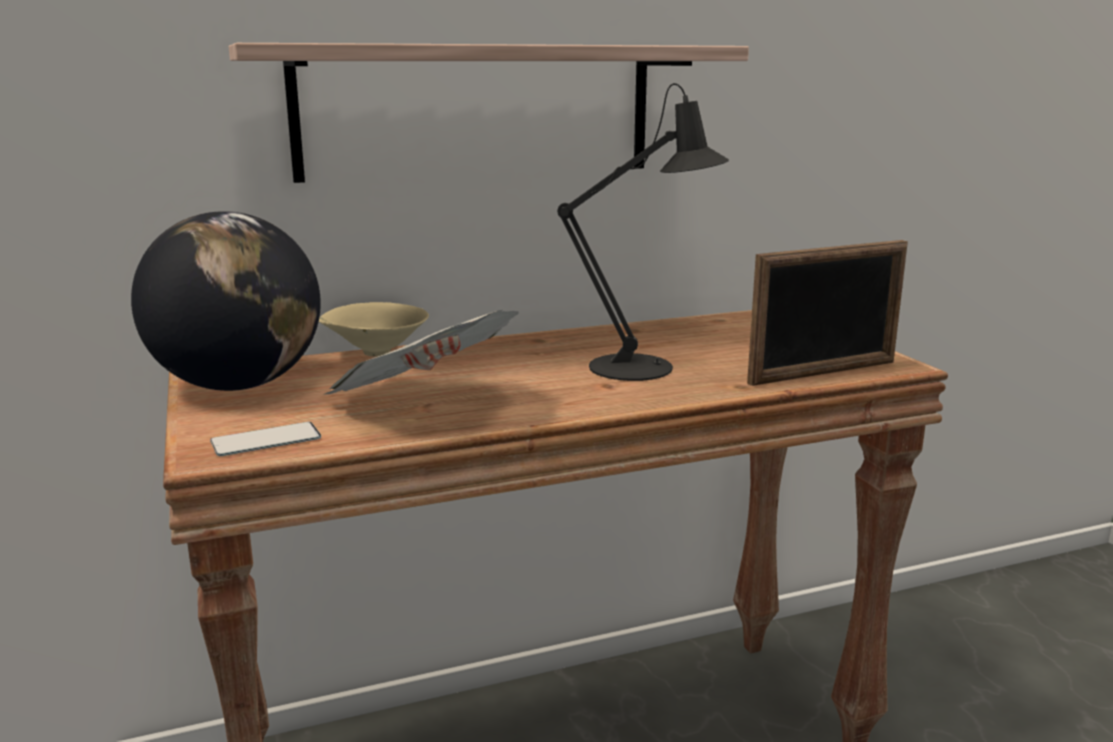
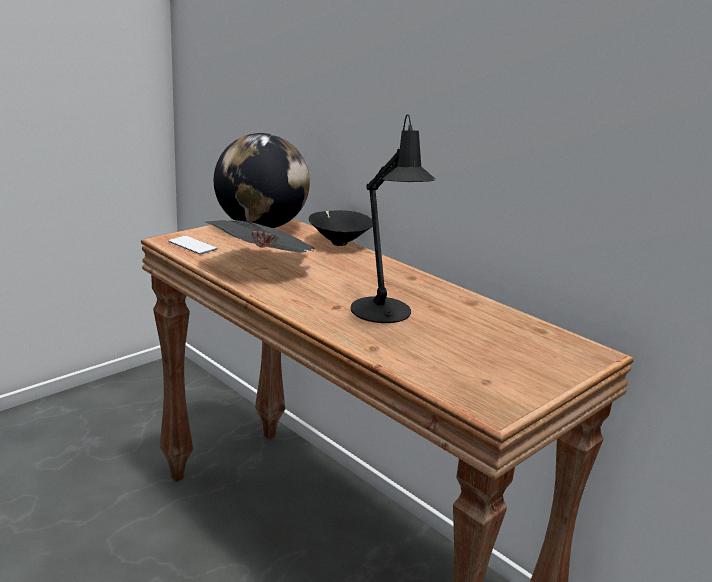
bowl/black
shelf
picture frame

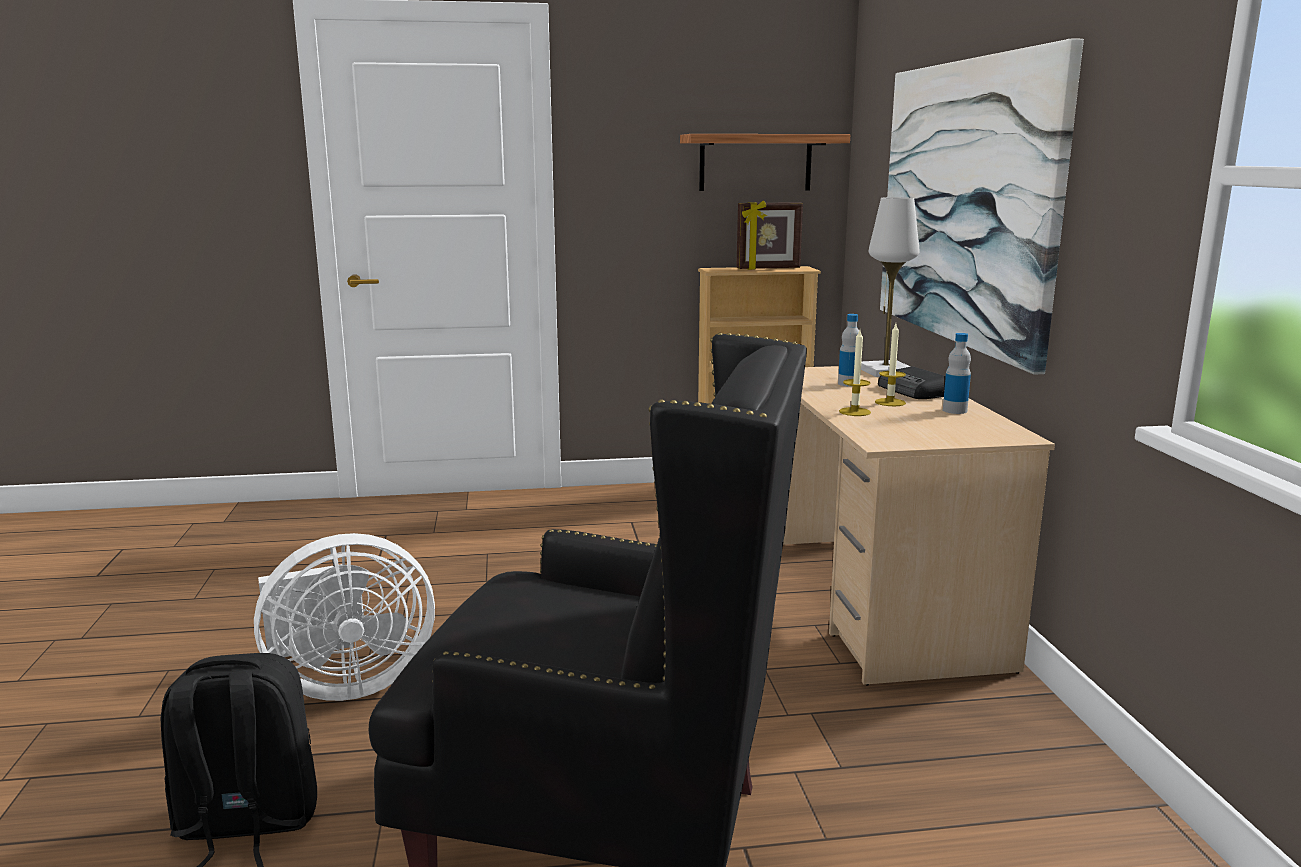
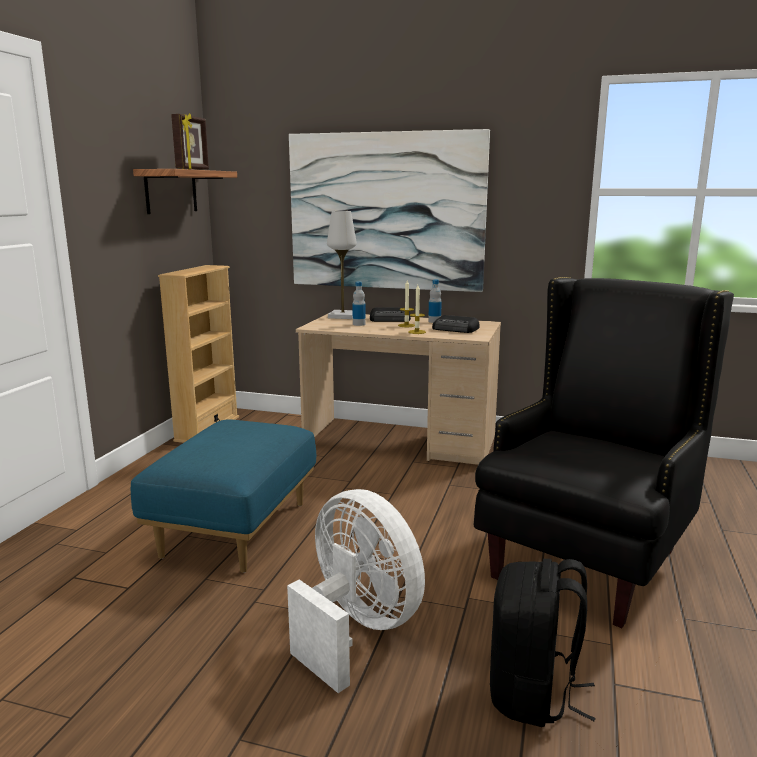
ottoman/blue
picture frame
fan/white
radio (no. 2 from left)

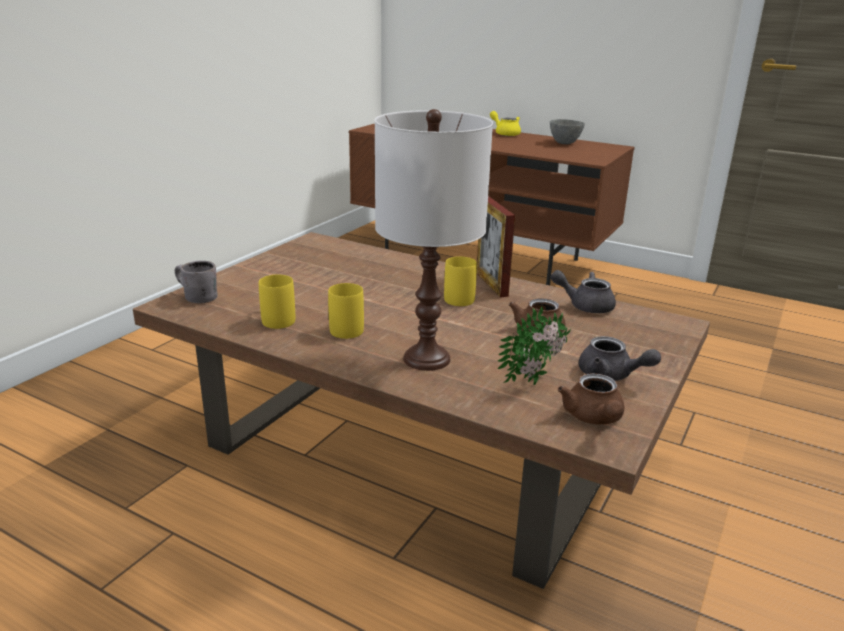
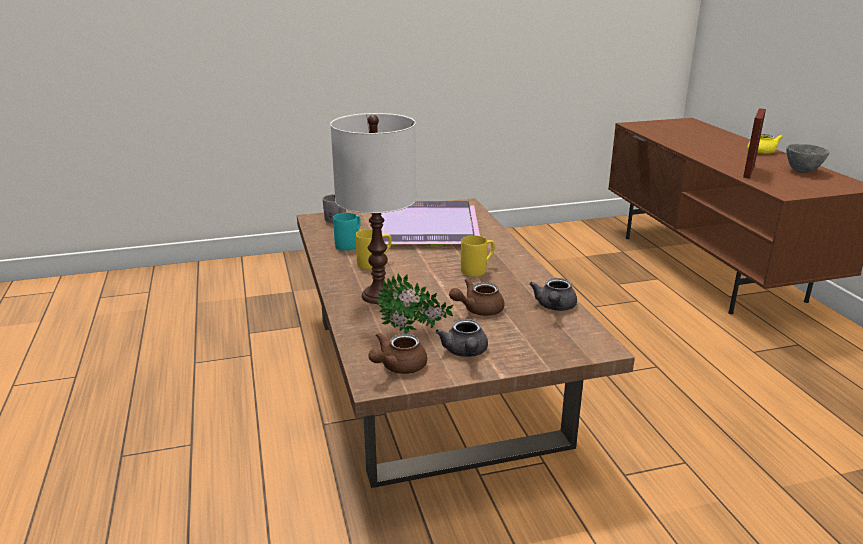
mug/turquoise
tray/purple
teapot/grey (no. 2 from left)
picture frame

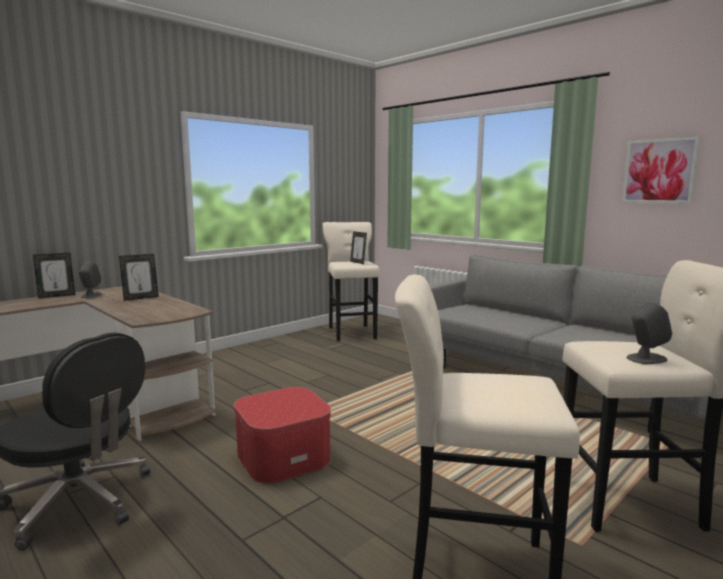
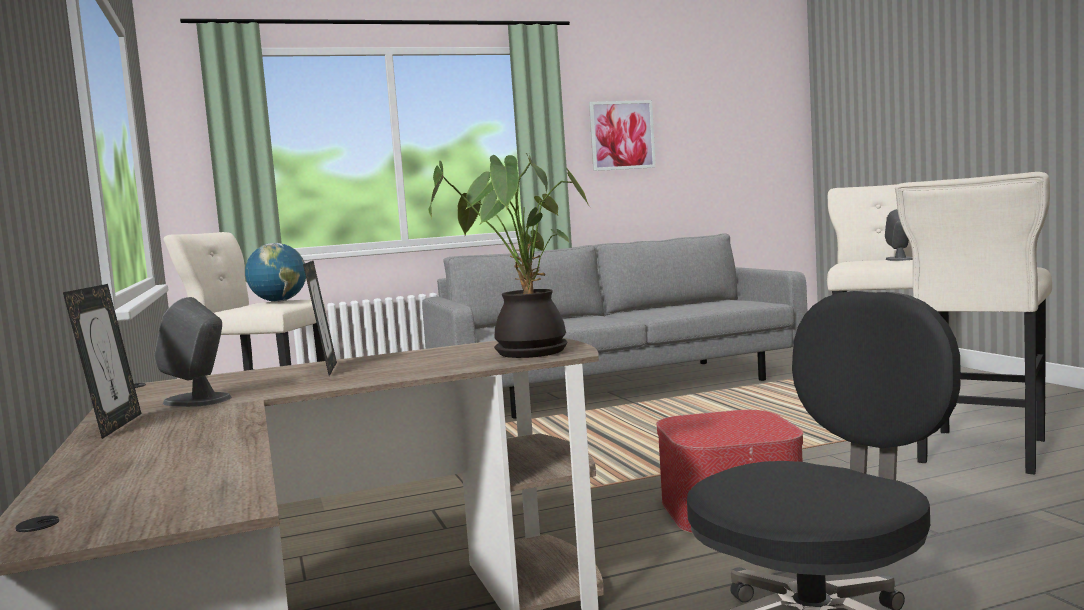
globe
potted plant

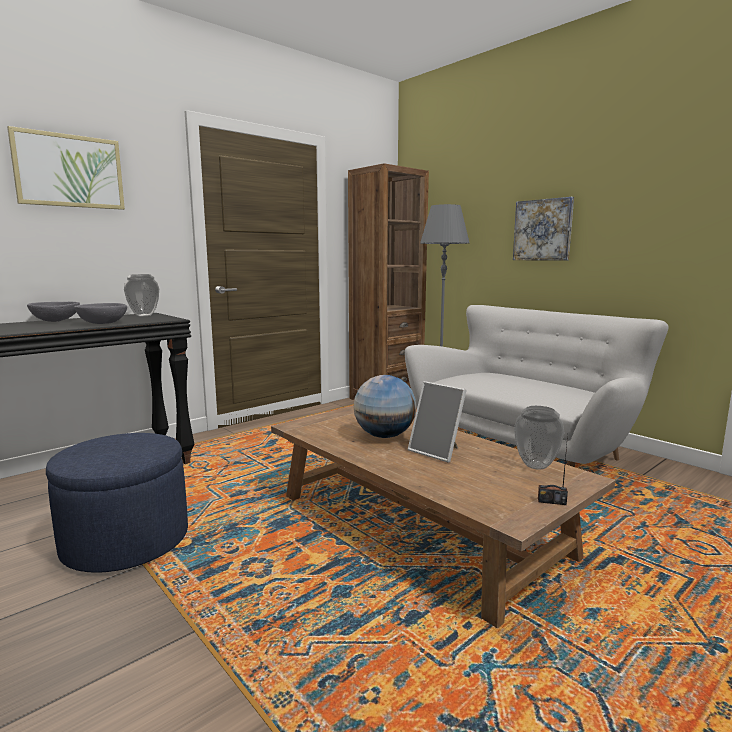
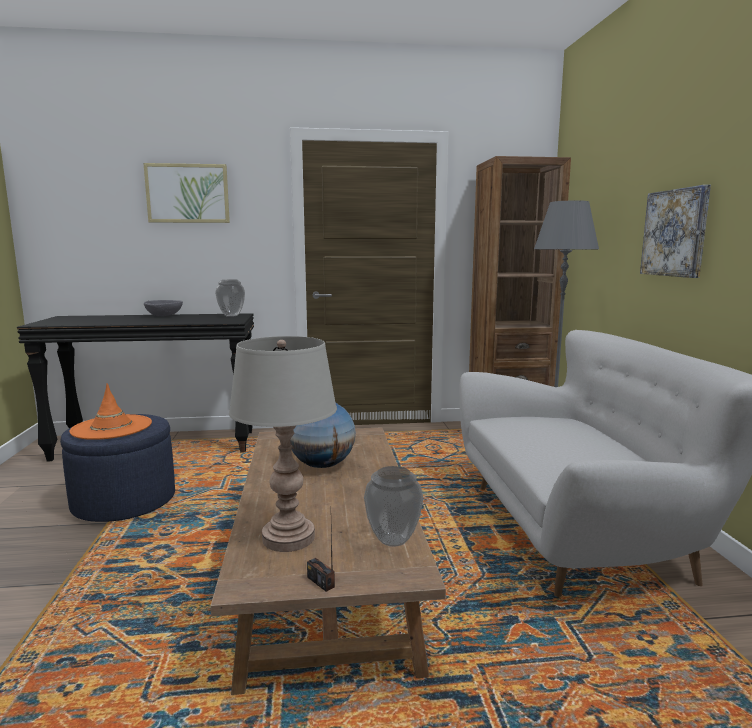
hat/orange
table lamp/grey
bowl/grey (no. 2 from left in the first image)
picture frame

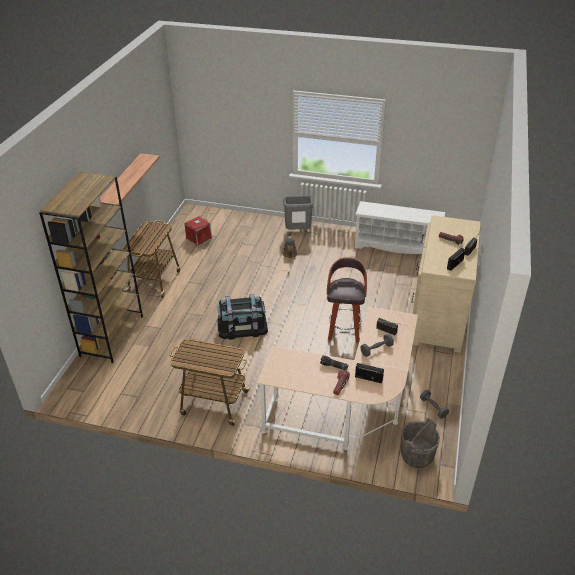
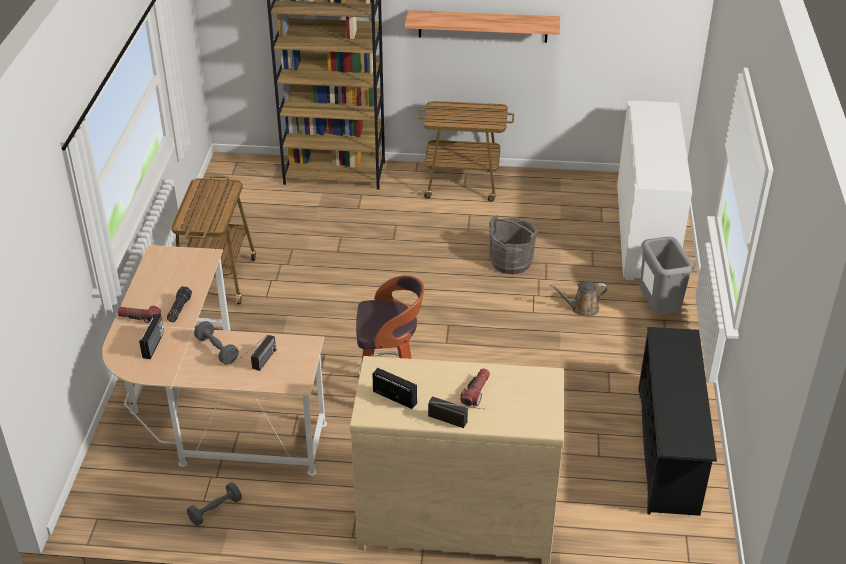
bucket/grey
cabinet/white
shoe rack/black
storage box/red
storage box/black

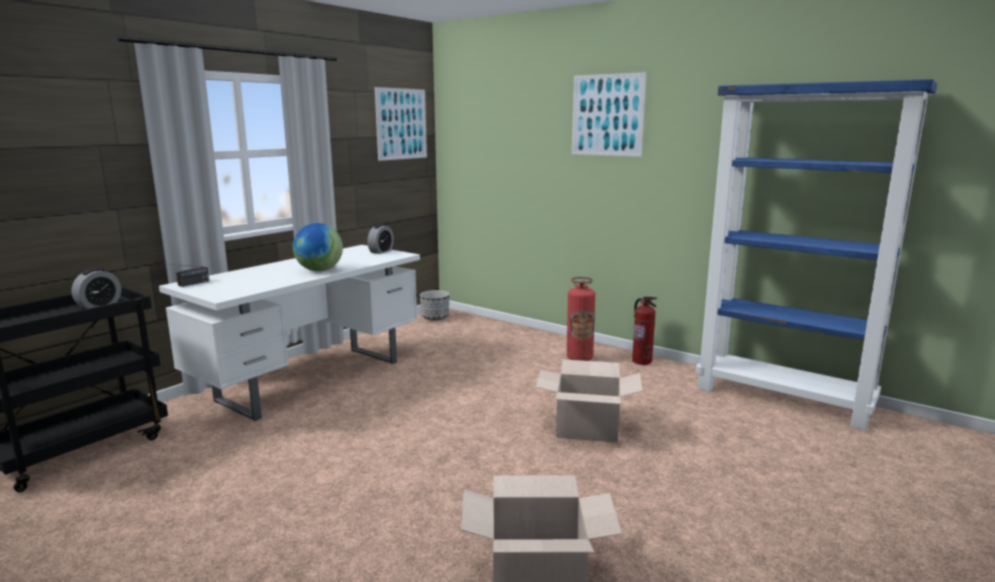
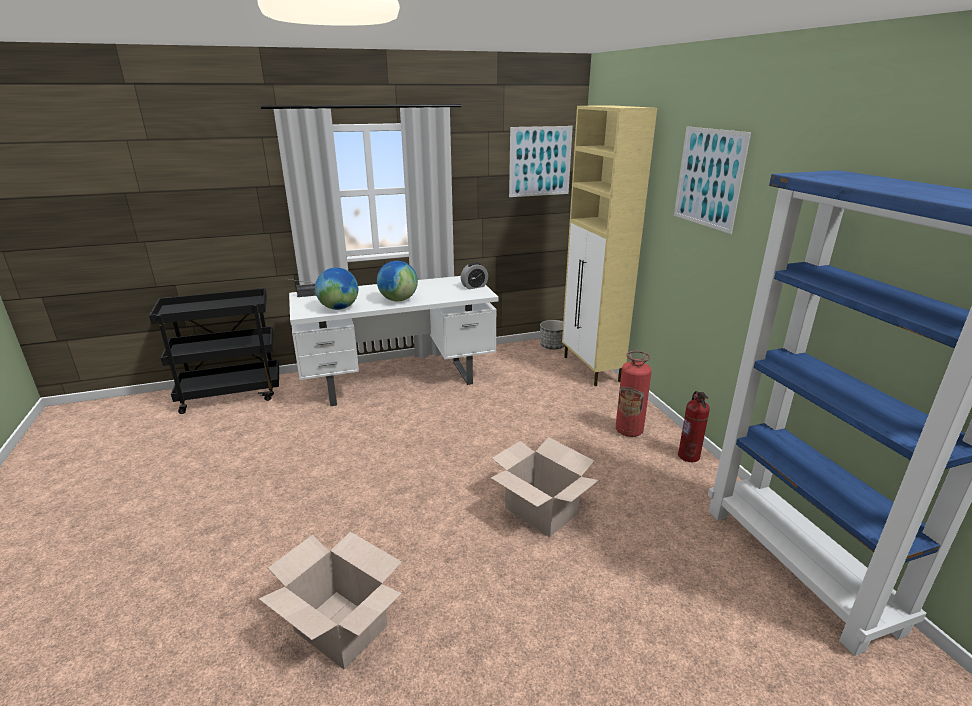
globe (no. 1 from left)
cabinet/beige
alarm clock (no. 1 from left in the first image)

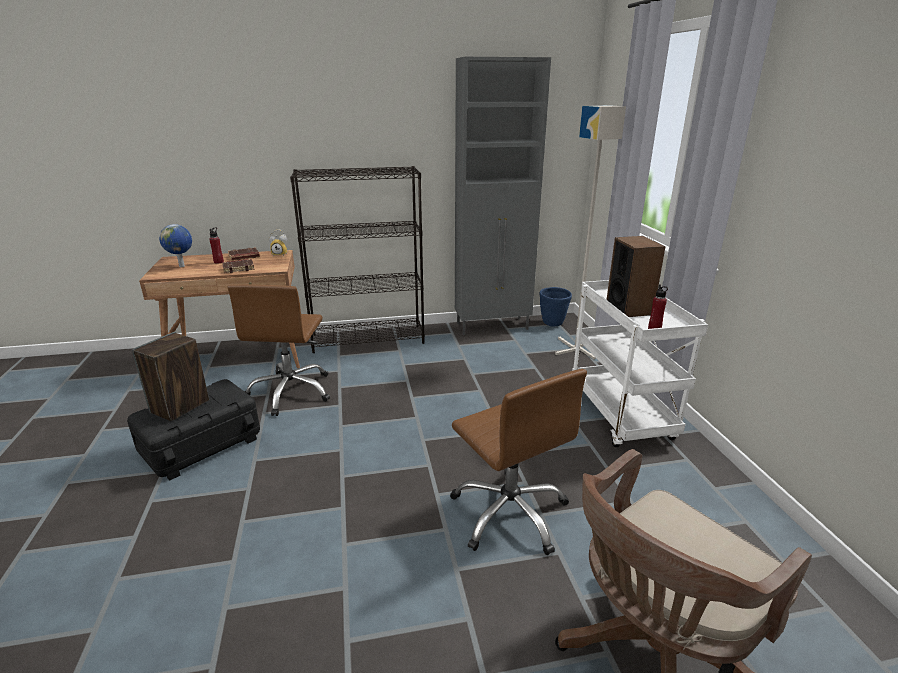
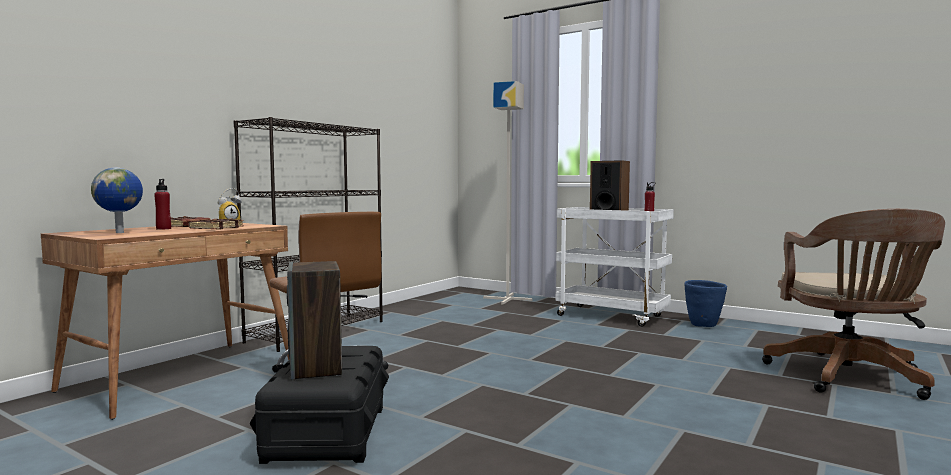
planter/blue
office chair/brown (no. 2 from left in the first image)
cabinet/grey

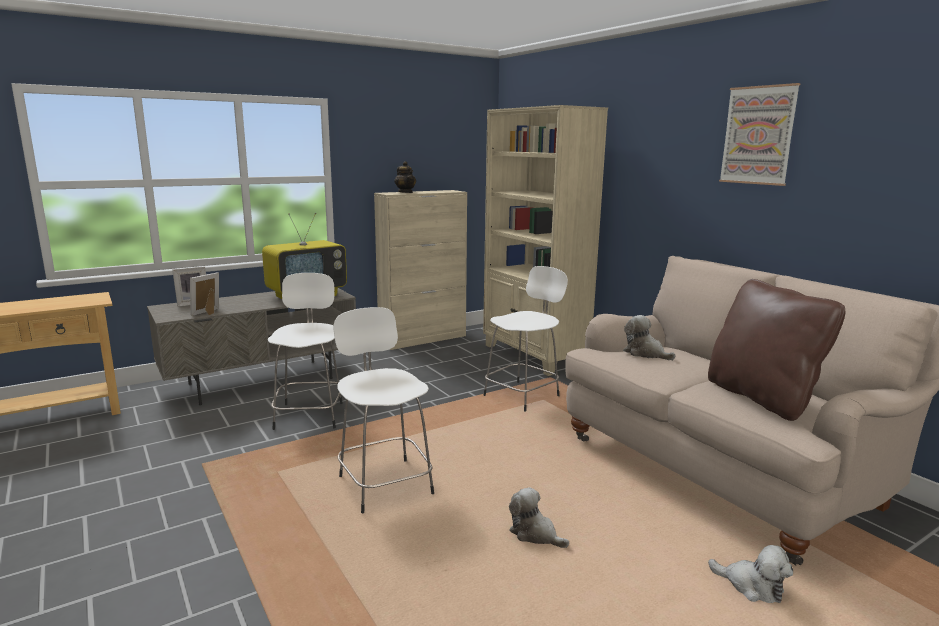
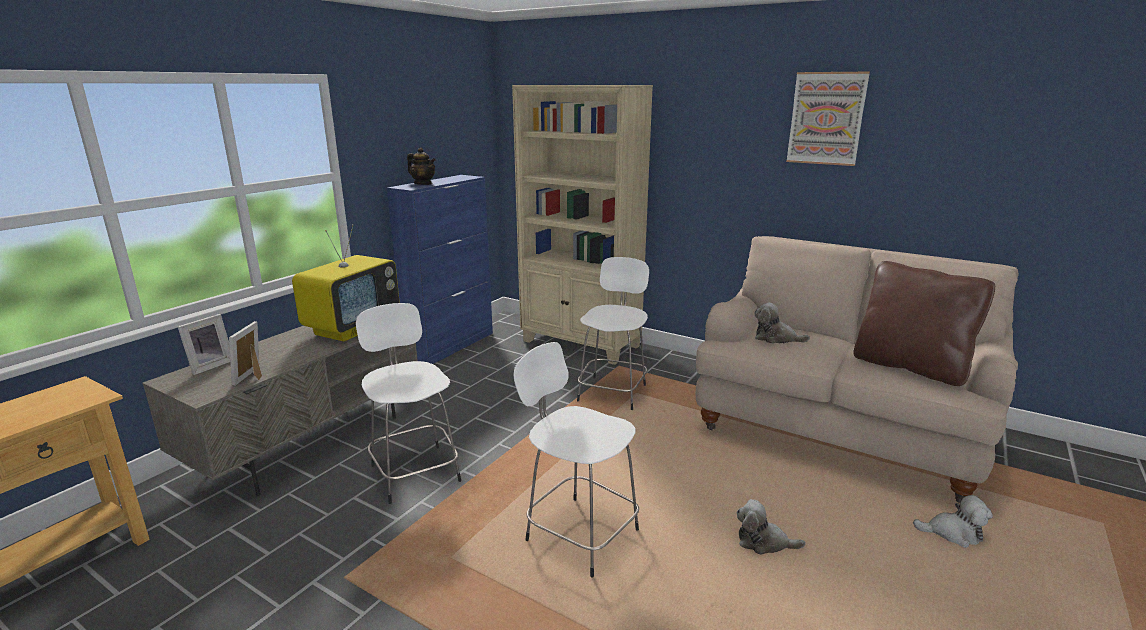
cabinet/blue

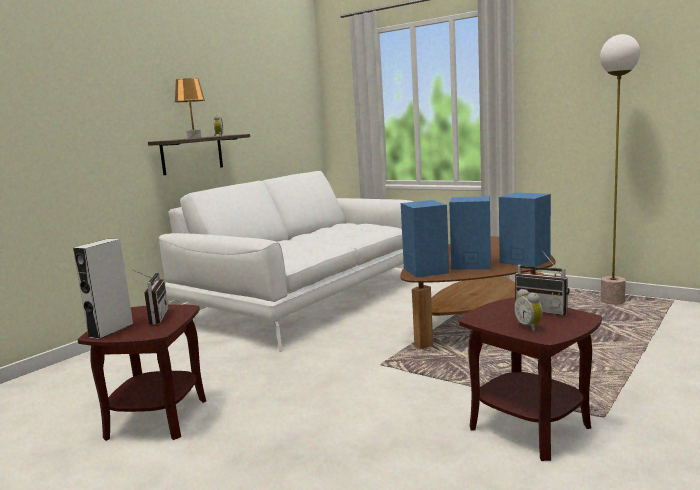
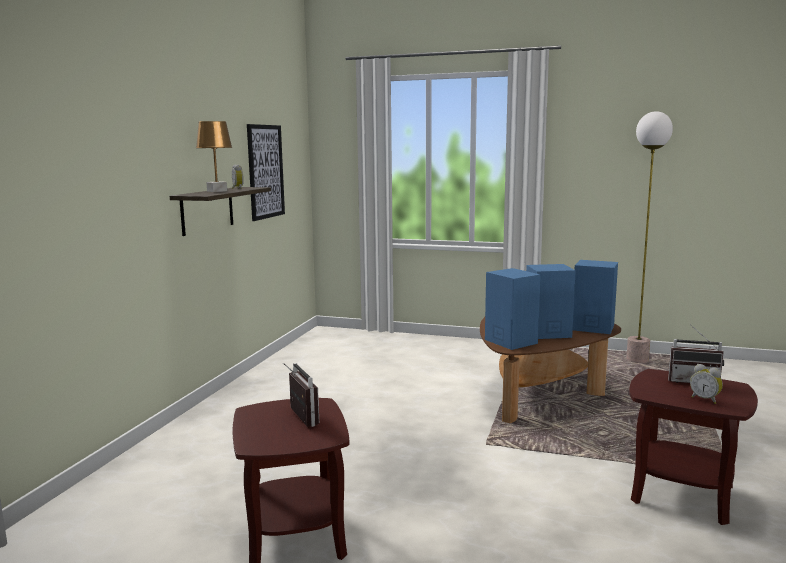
picture
speaker/grey
sofa/white

